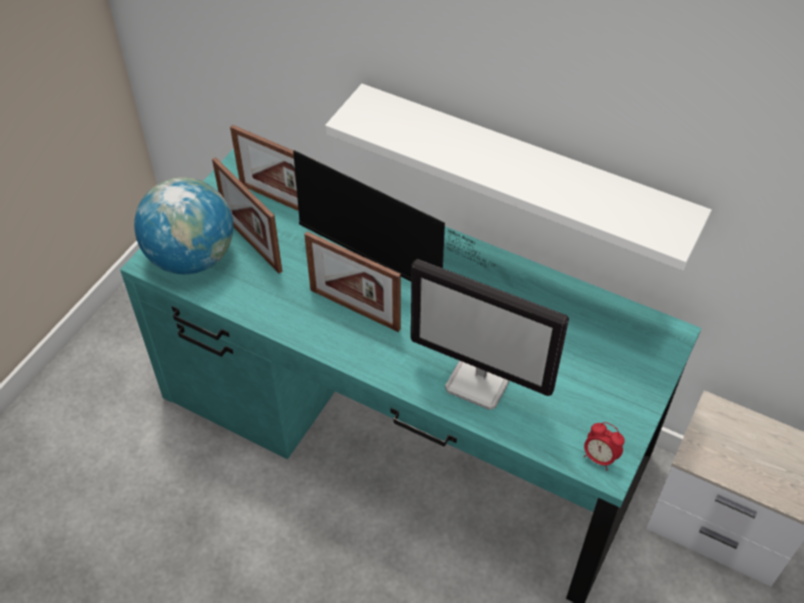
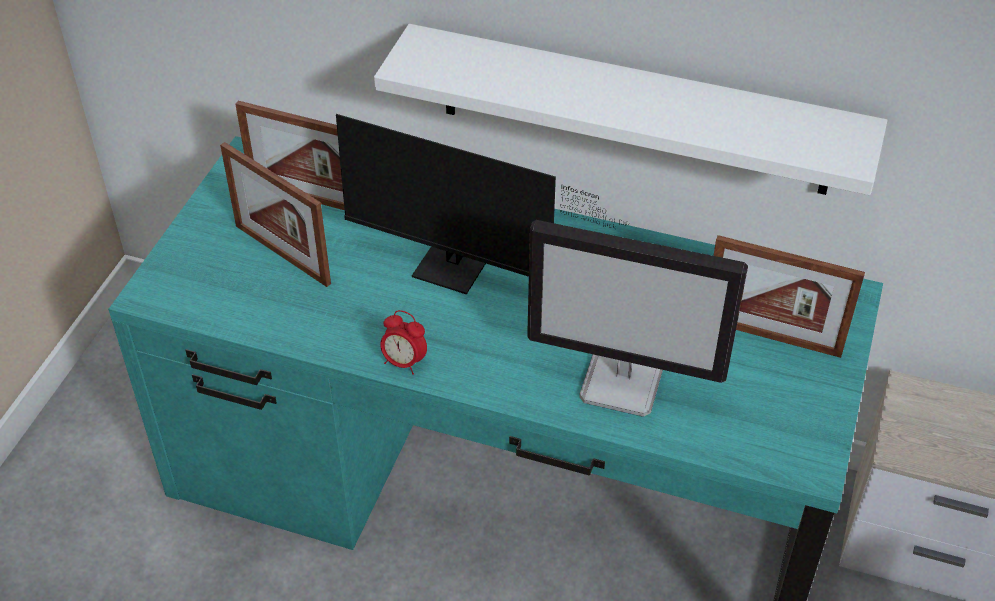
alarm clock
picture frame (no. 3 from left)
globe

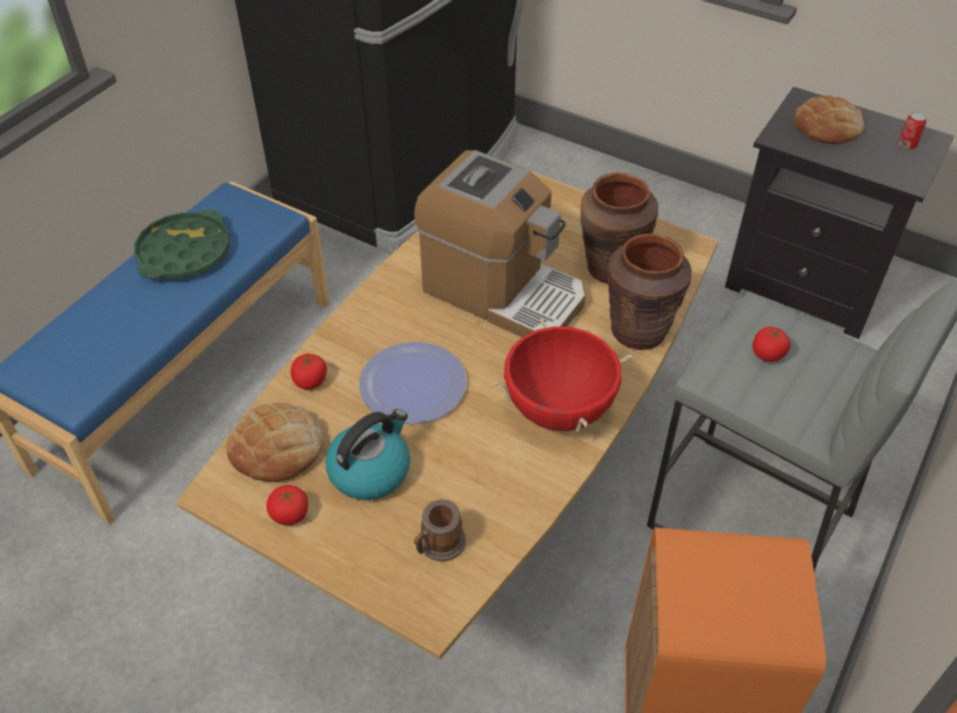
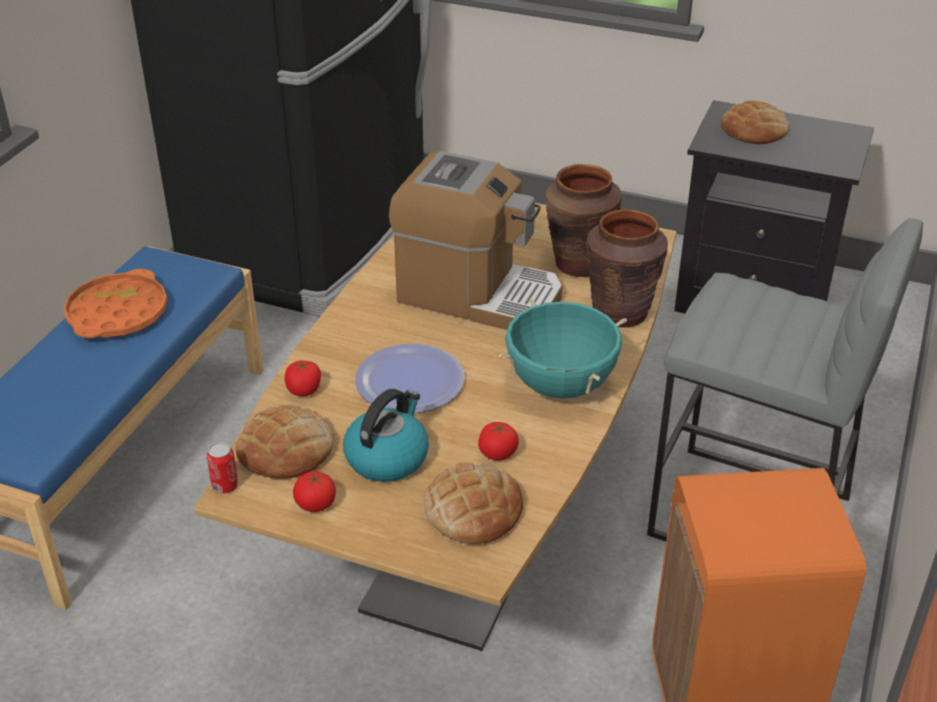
tray/orange
can
bread (no. 2 from left)
tomato (no. 3 from left)
cooking pot/turquoise

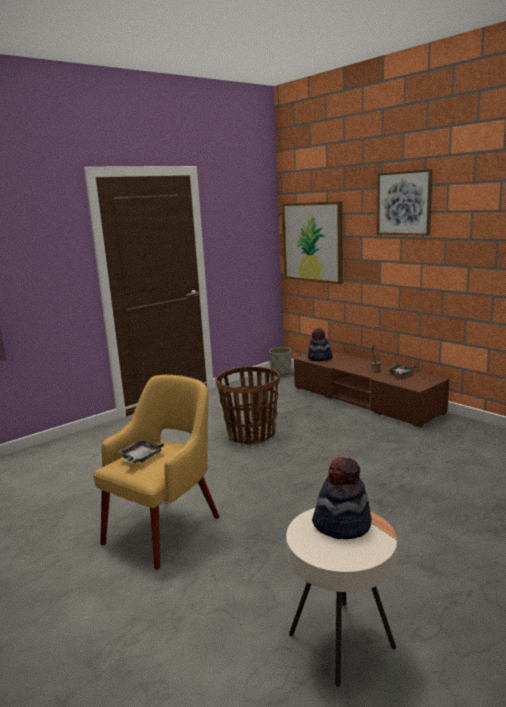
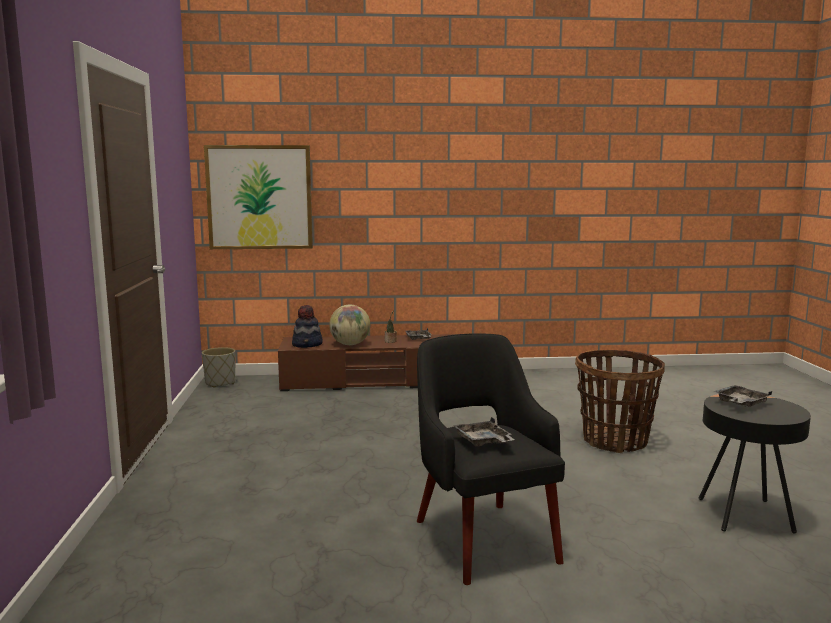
globe
armchair/black
basket
side table/black
tray/grey (no. 3 from left)
picture (no. 2 from left in the first image)

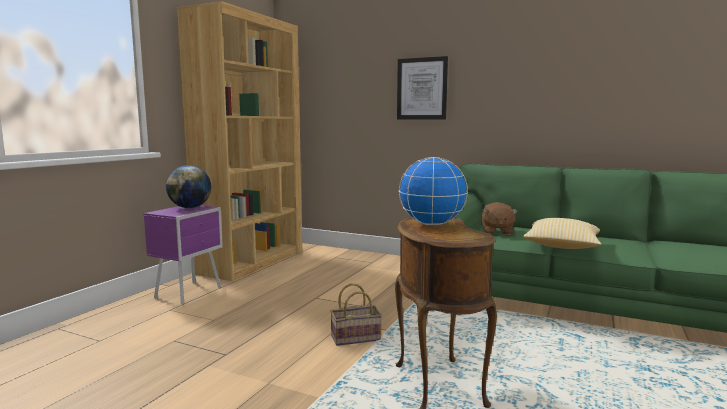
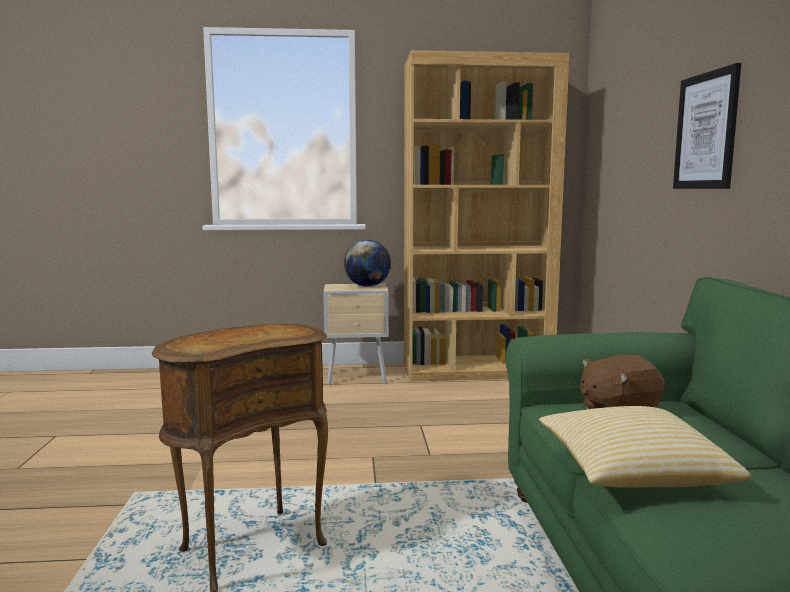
nightstand/beige
basket
globe (no. 2 from left in the first image)

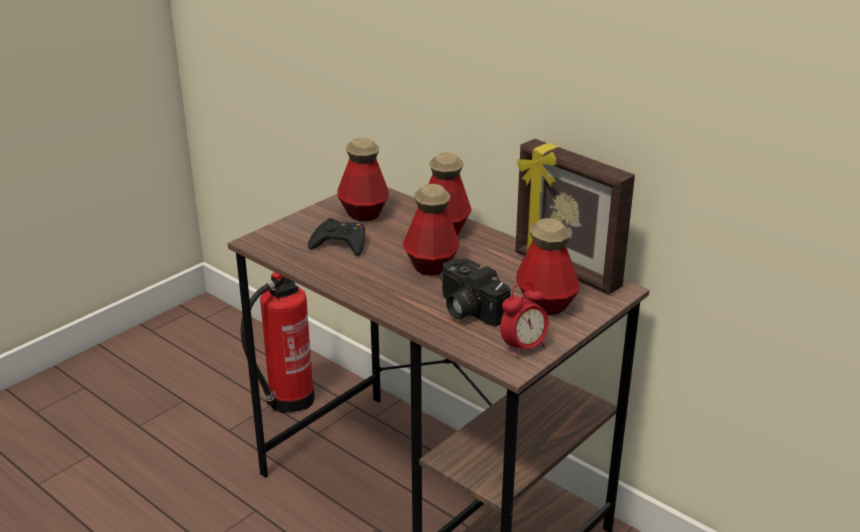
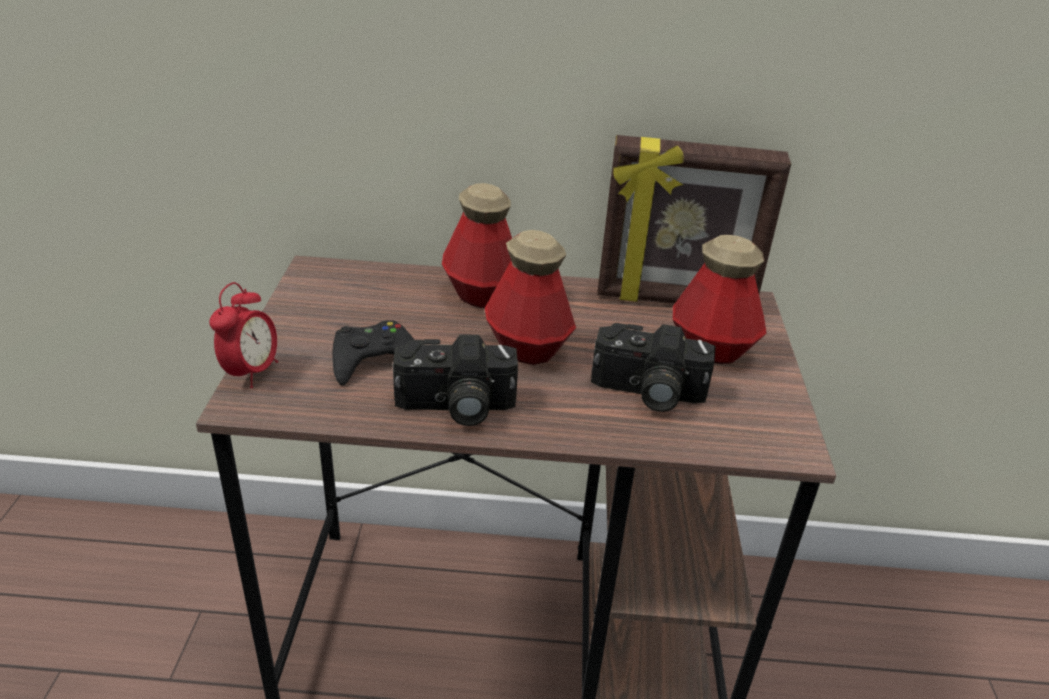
alarm clock
photo camera (no. 1 from left)
fire extinguisher
bottle (no. 1 from left in the first image)

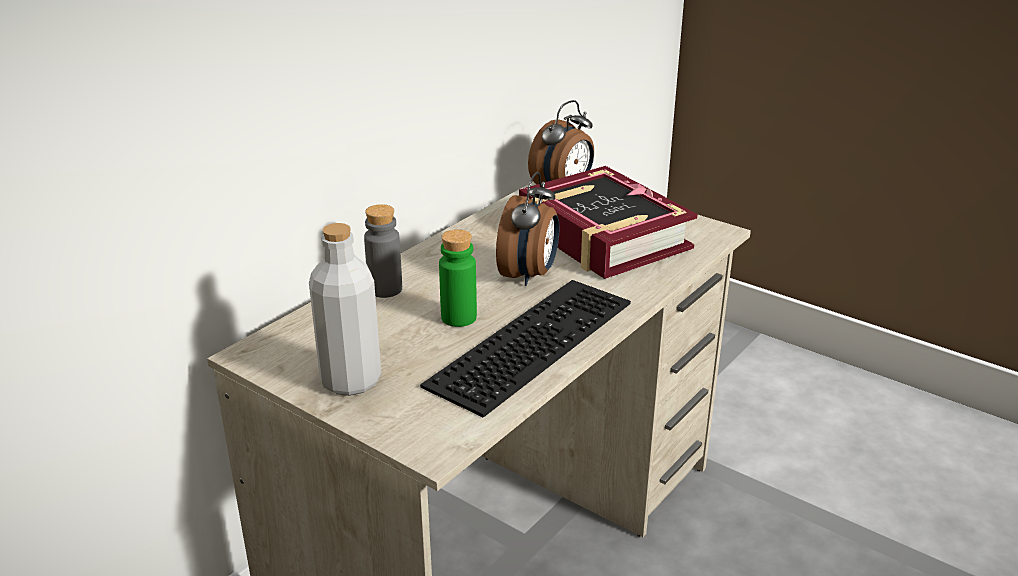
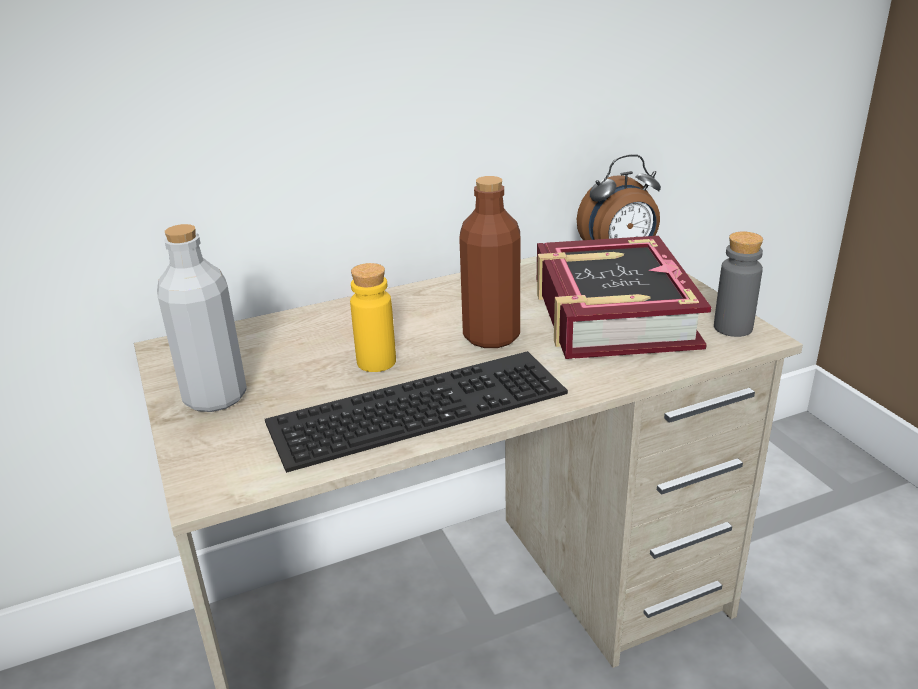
bottle/yellow
bottle/brown
bottle/grey (no. 2 from left)

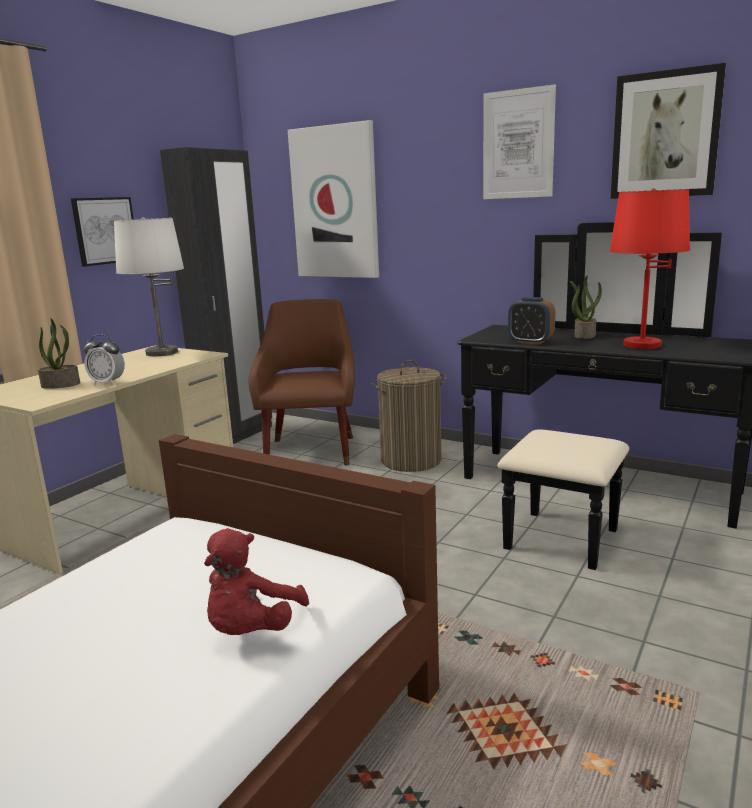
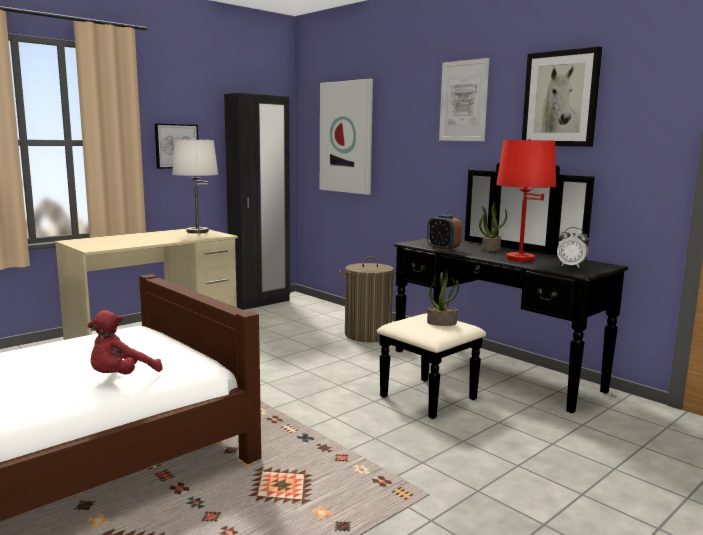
potted plant (no. 1 from left)
alarm clock (no. 2 from left)
armchair/brown

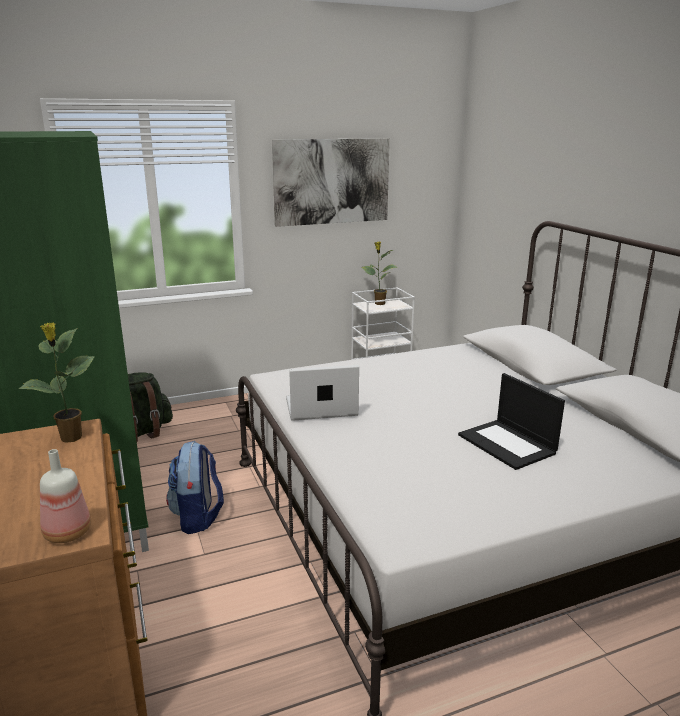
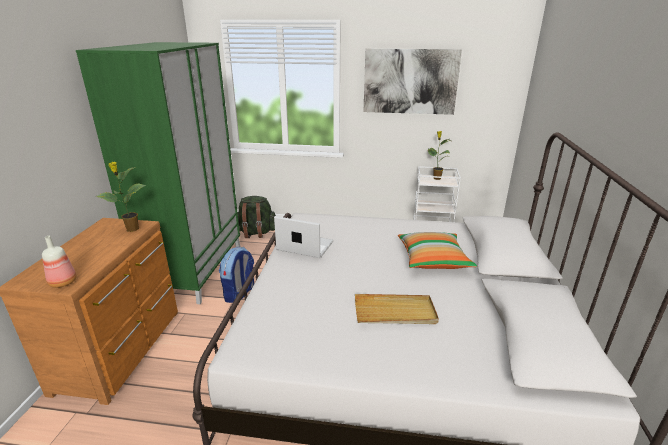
tray/beige
pillow

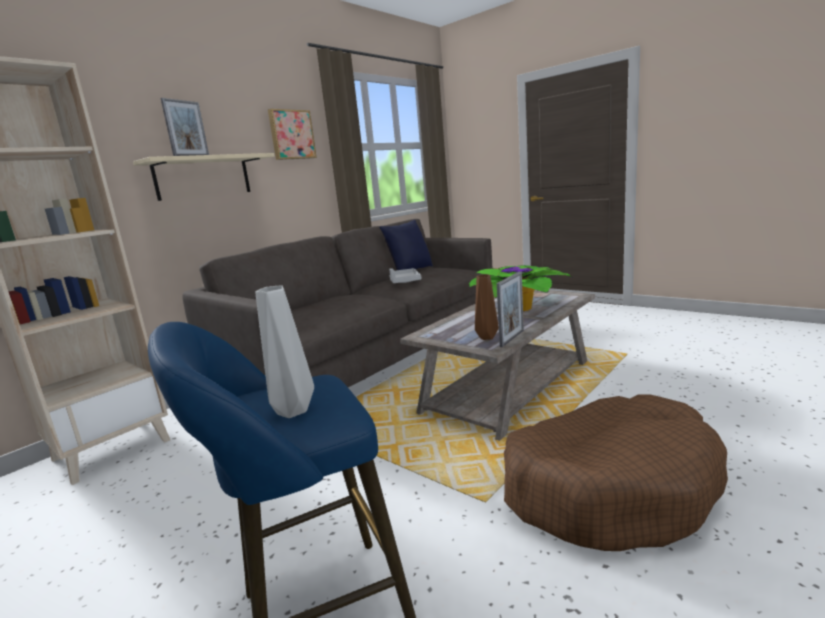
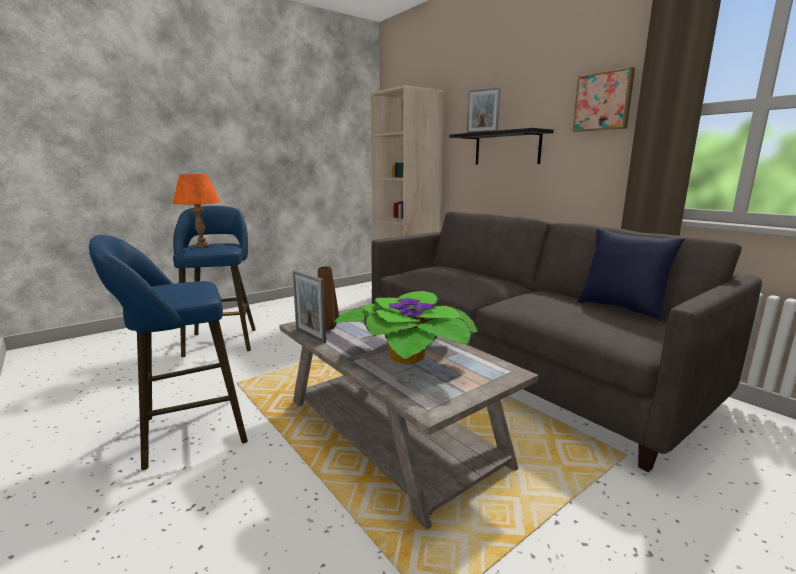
stool/blue (no. 1 from left)
table lamp/orange
shelf/black
tray/grey

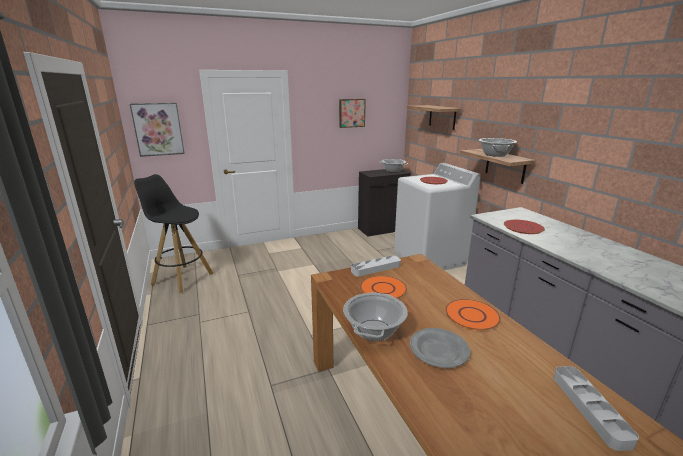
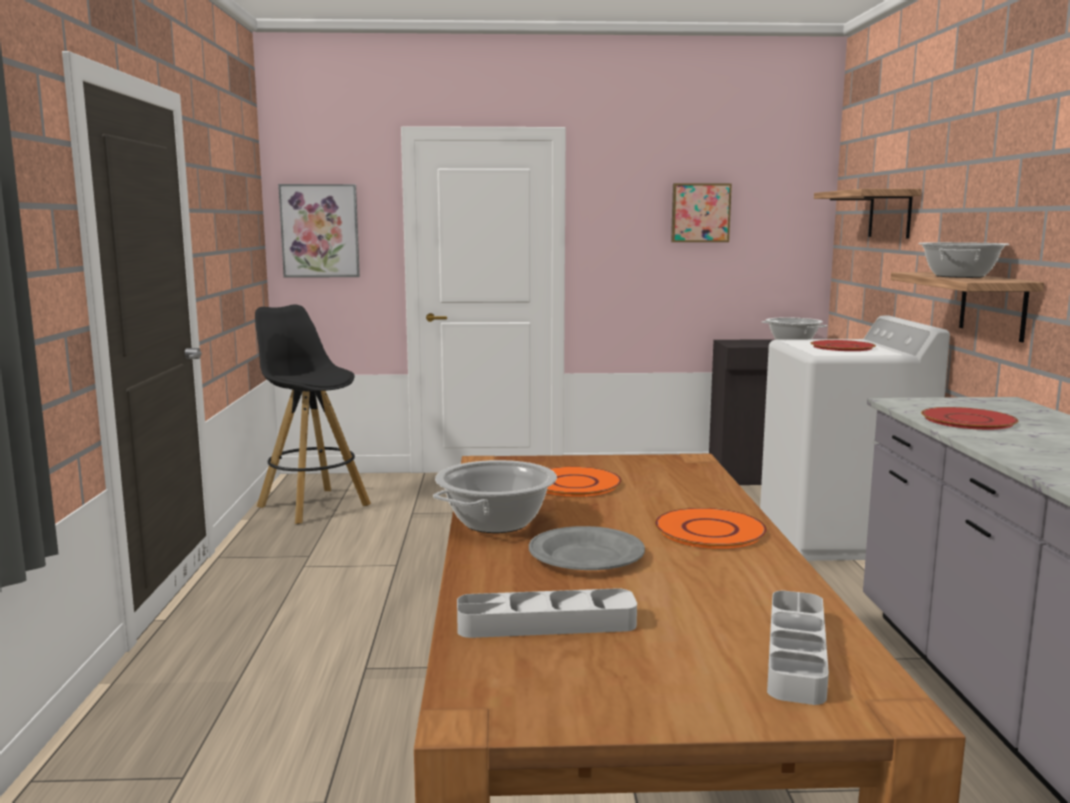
tray/grey (no. 1 from left)

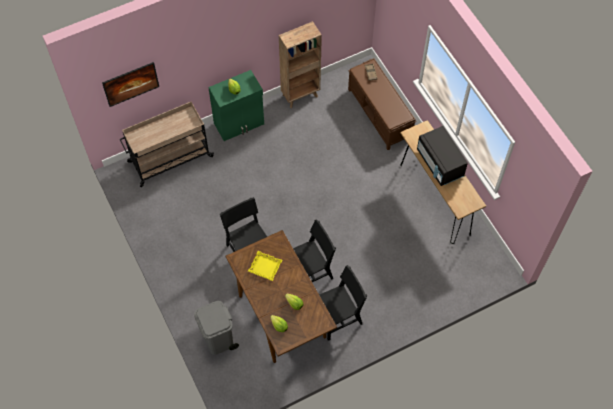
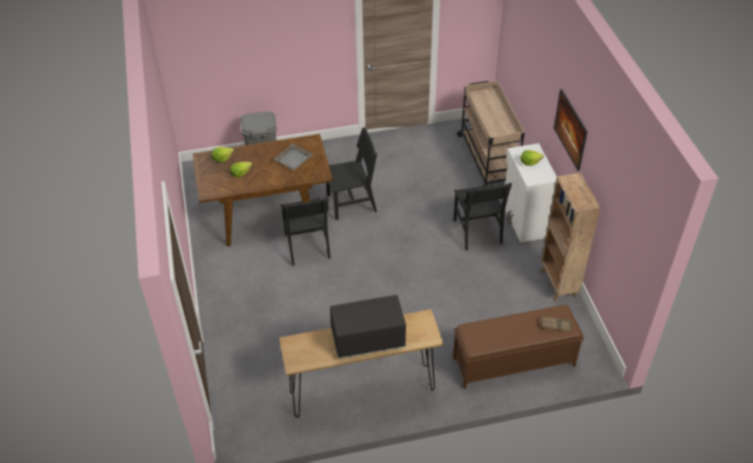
tray/grey
chair/black (no. 3 from left)
cabinet/white
picture

